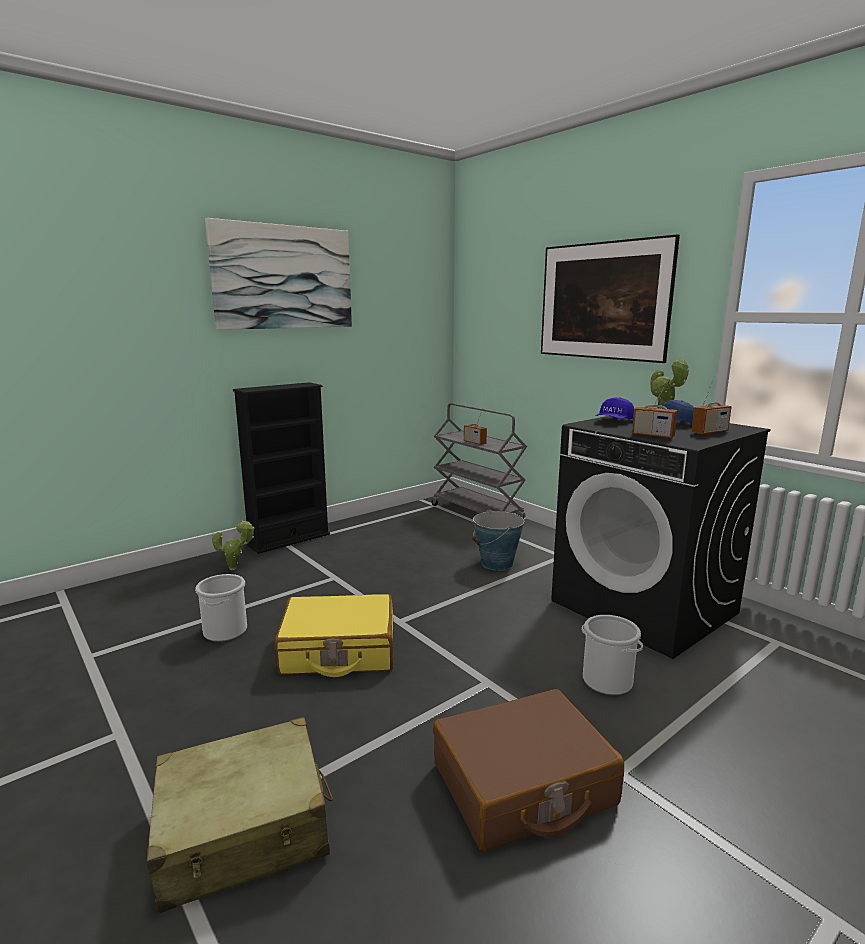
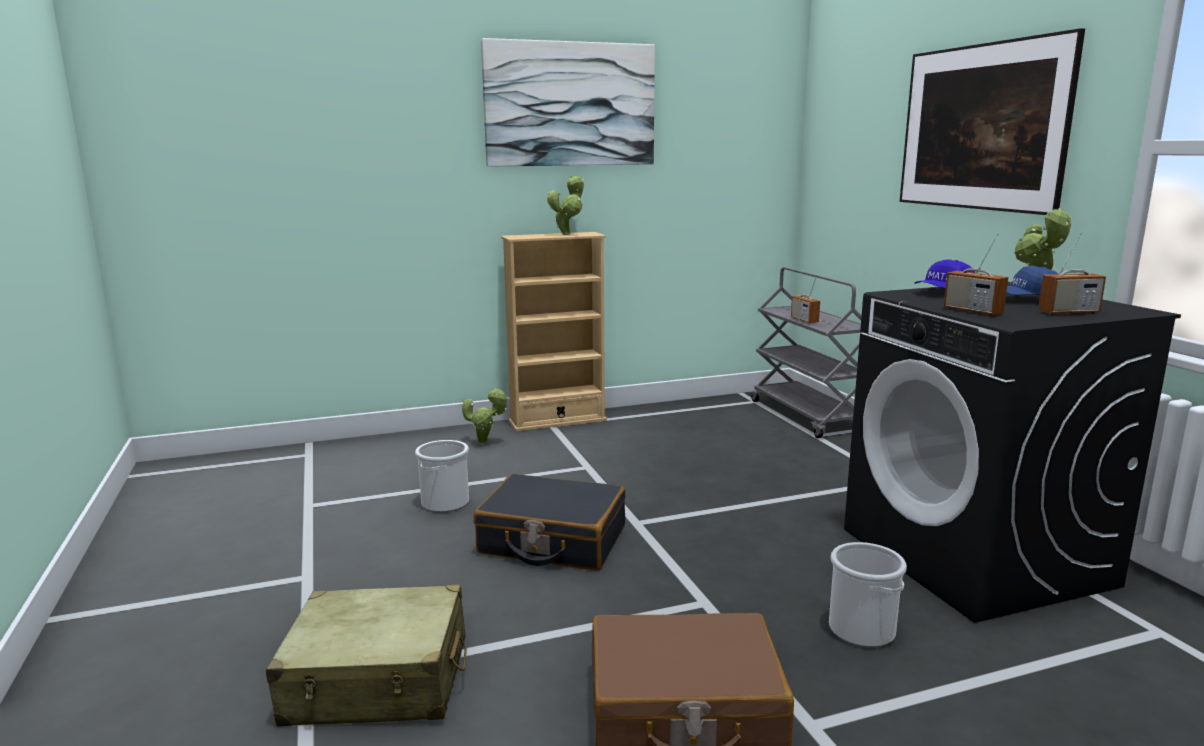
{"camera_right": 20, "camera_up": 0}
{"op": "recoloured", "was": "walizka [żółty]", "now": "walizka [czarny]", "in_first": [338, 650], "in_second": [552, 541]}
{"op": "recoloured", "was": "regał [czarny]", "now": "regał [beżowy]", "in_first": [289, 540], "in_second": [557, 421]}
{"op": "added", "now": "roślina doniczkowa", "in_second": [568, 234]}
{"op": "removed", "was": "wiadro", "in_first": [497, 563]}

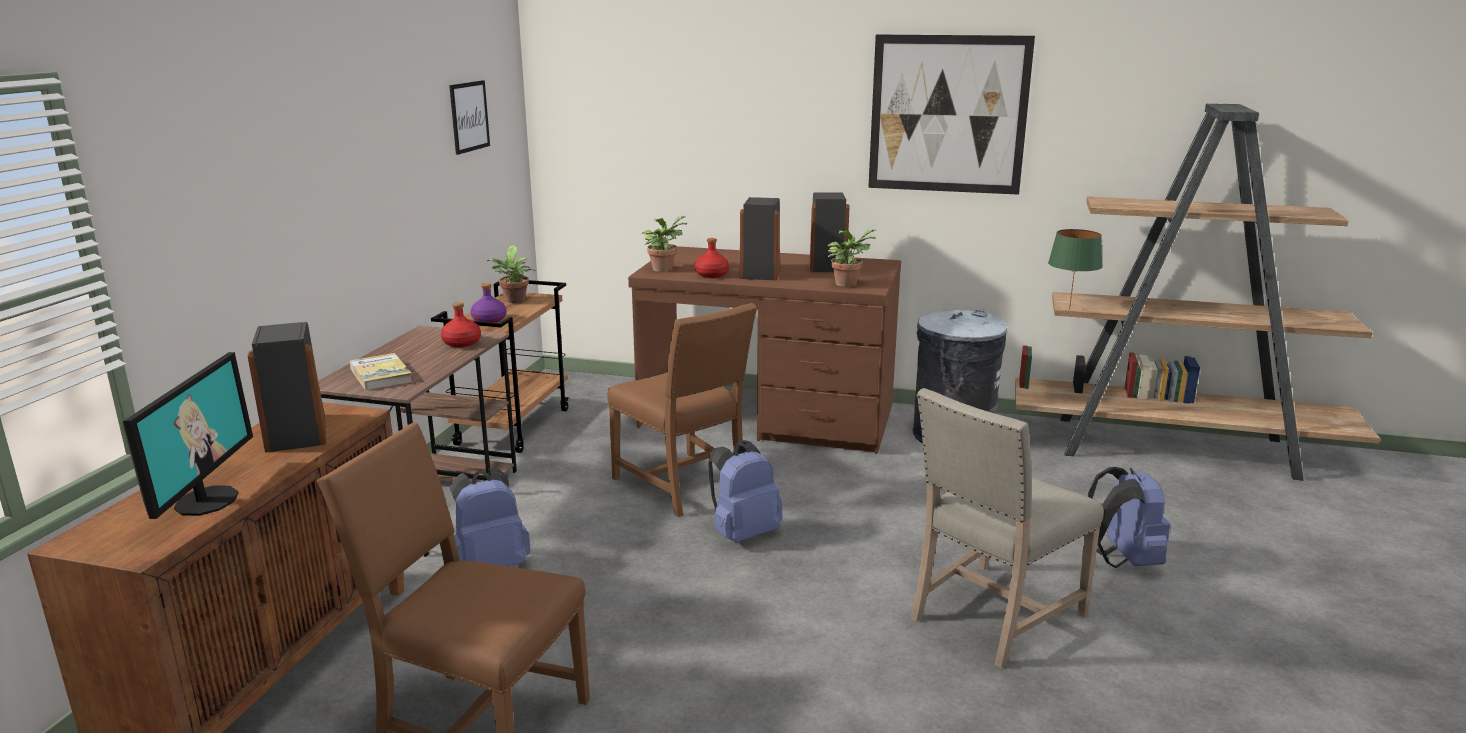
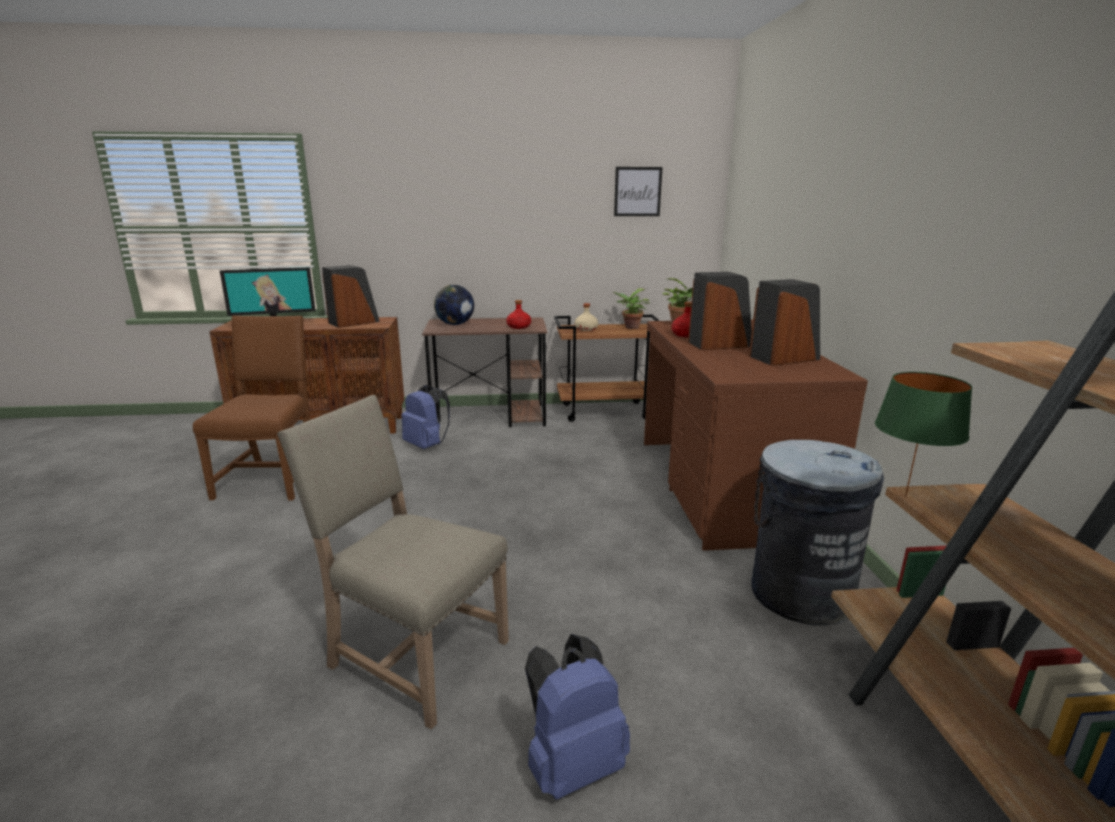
{"camera_right": 70, "camera_up": 0}
{"op": "replaced", "was": "książka", "now": "globus", "in_first": [381, 375], "in_second": [455, 324]}
{"op": "recoloured", "was": "butelka [fioletowy]", "now": "butelka [beżowy]", "in_first": [489, 320], "in_second": [586, 329]}
{"op": "removed", "was": "krzesło [brązowy]", "in_first": [684, 485]}
{"op": "removed", "was": "plecak [niebieski]", "in_first": [743, 534]}
{"op": "removed", "was": "roślina doniczkowa", "in_first": [847, 283]}
{"op": "removed", "was": "obraz", "in_first": [948, 114]}

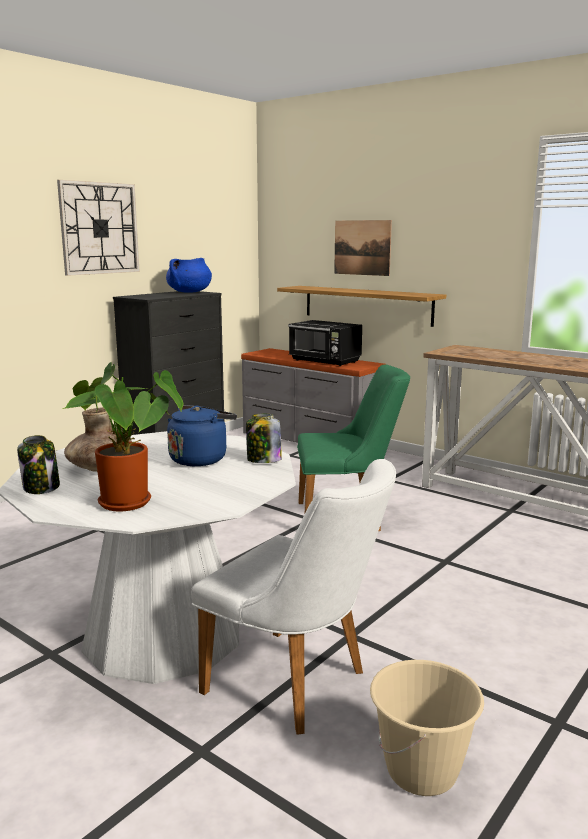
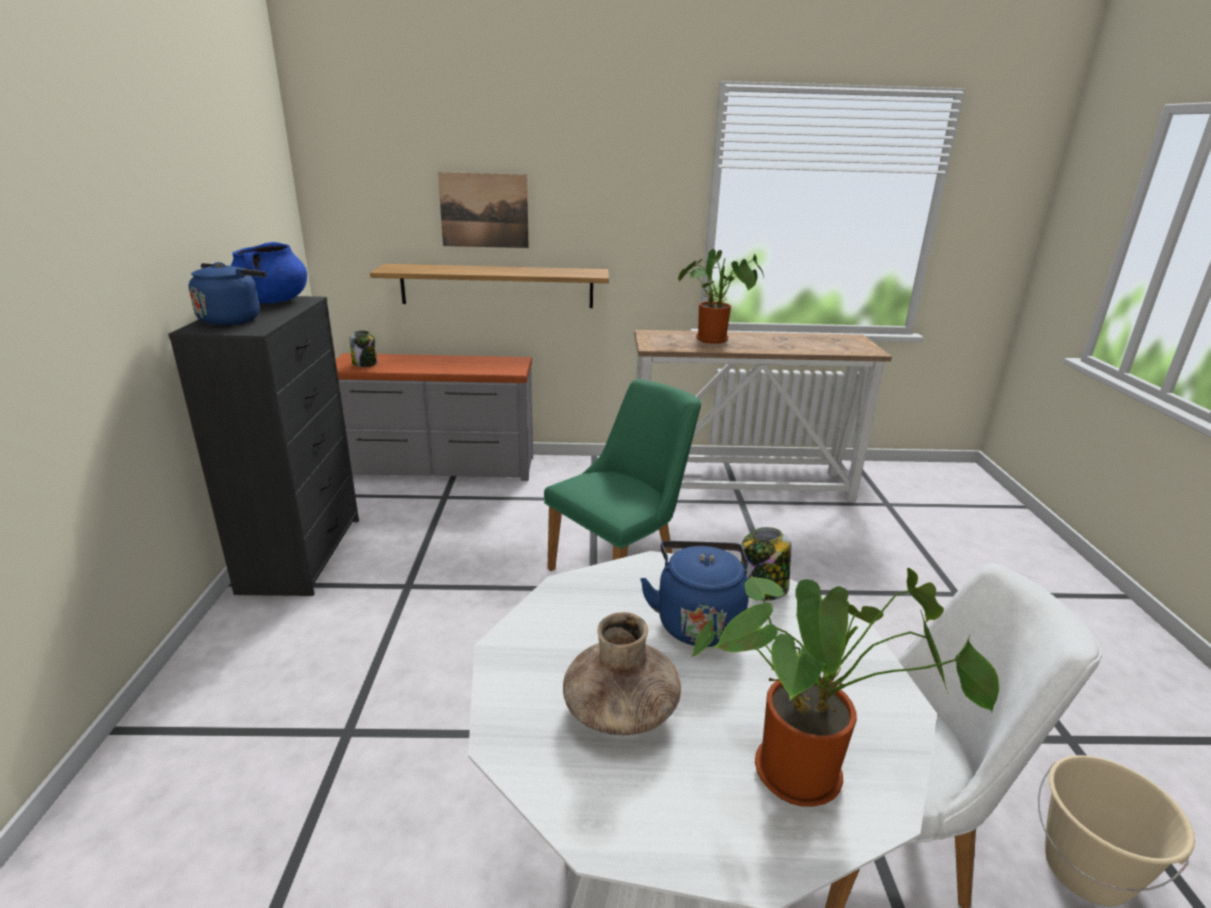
{"camera_right": -40, "camera_up": 10}
{"op": "added", "now": "czajnik [niebieski]", "in_second": [233, 320]}
{"op": "moved", "was": "słoik", "in_first": [41, 488], "in_second": [365, 363]}
{"op": "added", "now": "roślina doniczkowa", "in_second": [715, 340]}
{"op": "removed", "was": "zegar ścienny", "in_first": [99, 228]}
{"op": "removed", "was": "mikrofalówka [czarny]", "in_first": [325, 361]}

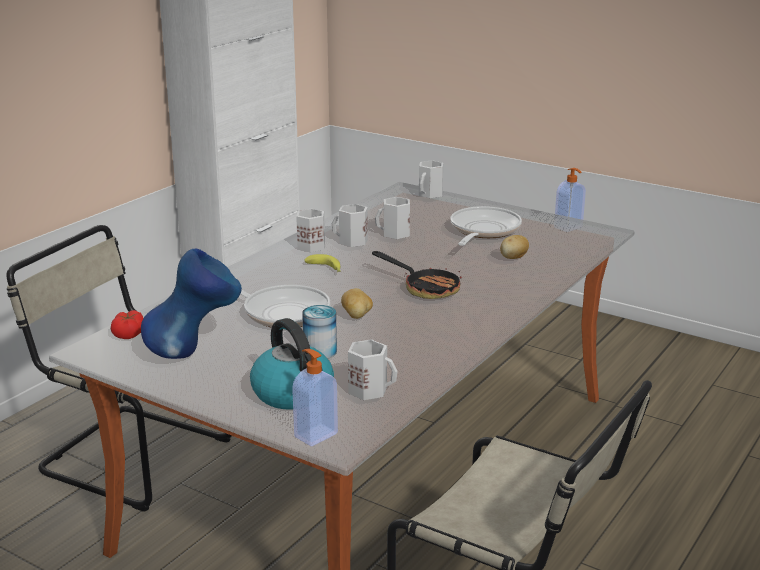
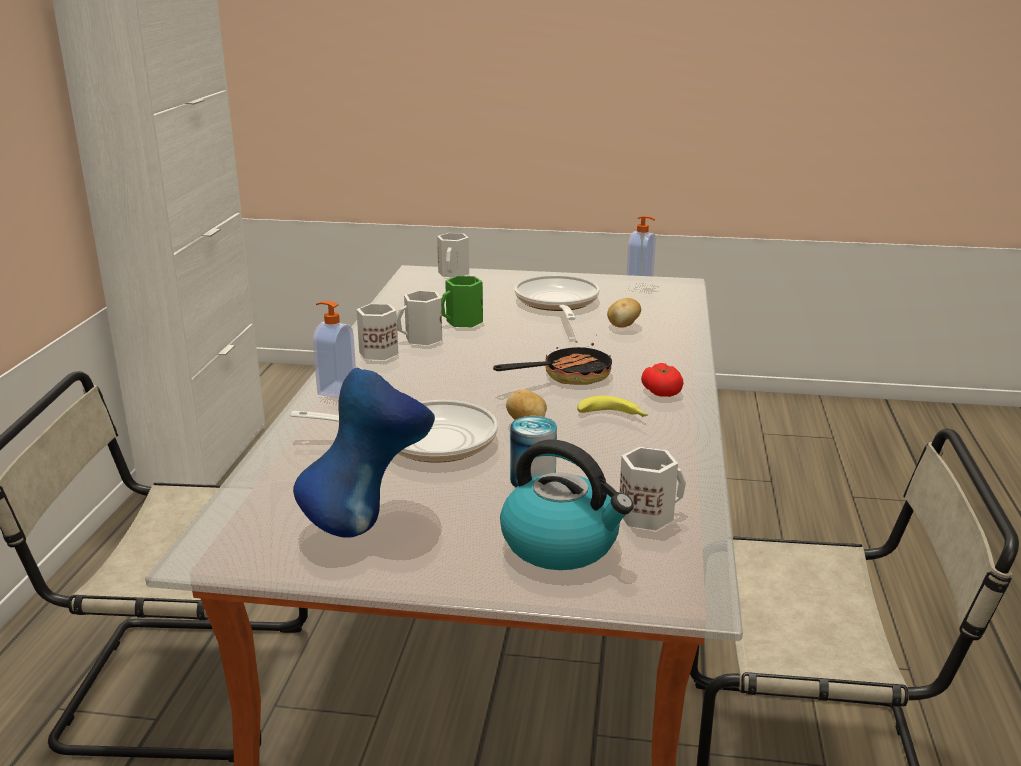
{"camera_right": -25, "camera_up": 0}
{"op": "moved", "was": "dozownik mydła", "in_first": [315, 434], "in_second": [336, 390]}
{"op": "recoloured", "was": "kubek [biały]", "now": "kubek [zielony]", "in_first": [395, 234], "in_second": [463, 322]}
{"op": "turned", "was": "patelnia", "in_first": [425, 288], "in_second": [567, 376], "clockwise": -45}
{"op": "moved", "was": "banan", "in_first": [326, 269], "in_second": [614, 416]}
{"op": "moved", "was": "pomidor", "in_first": [129, 334], "in_second": [662, 391]}

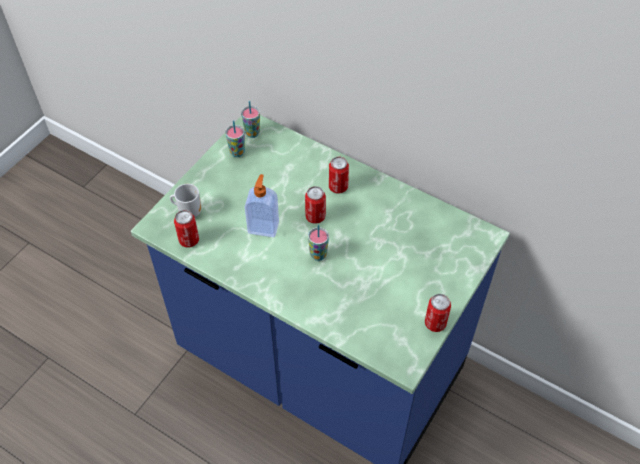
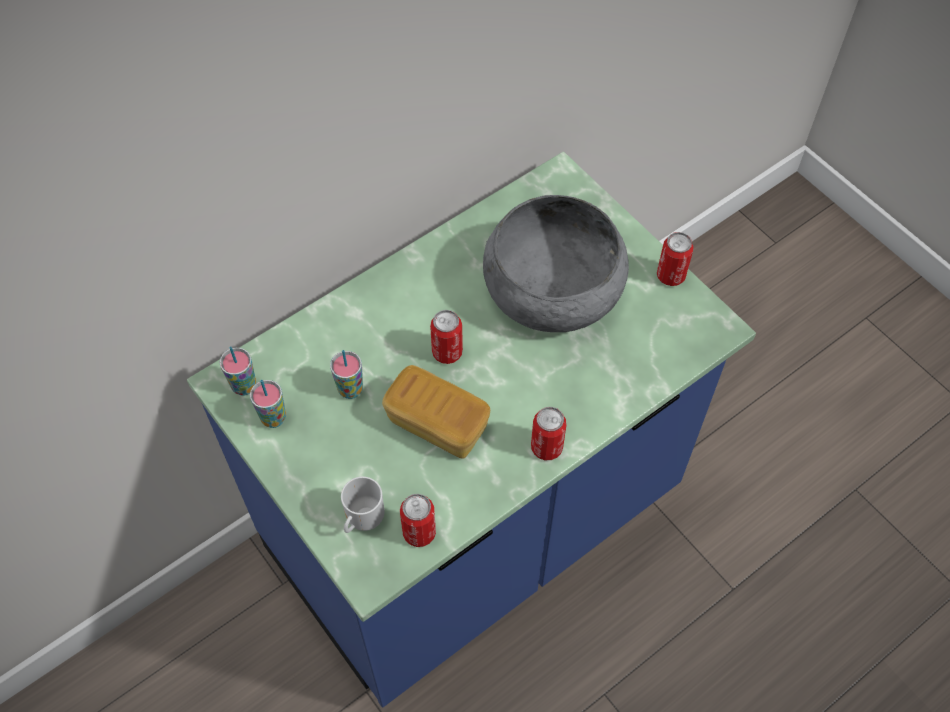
{"camera_right": -70, "camera_up": 5}
{"op": "moved", "was": "filiżanka", "in_first": [318, 255], "in_second": [350, 389]}
{"op": "replaced", "was": "dozownik mydła", "now": "chleb", "in_first": [263, 227], "in_second": [437, 423]}
{"op": "added", "now": "miska [szary]", "in_second": [553, 286]}
{"op": "moved", "was": "puszka", "in_first": [338, 187], "in_second": [546, 447]}

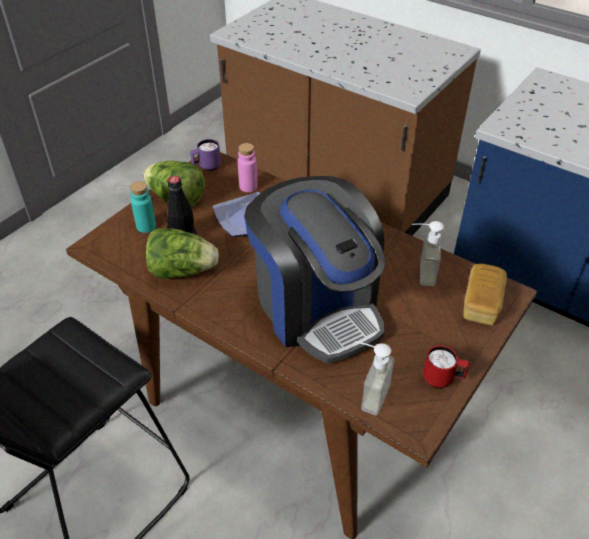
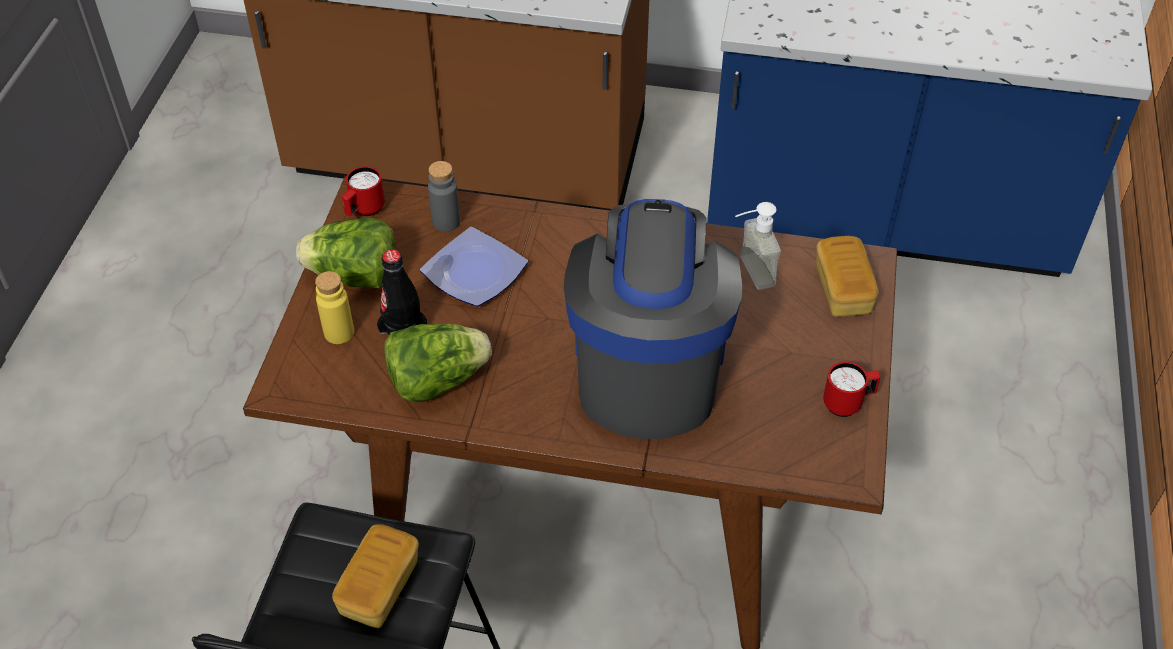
{"camera_right": -25, "camera_up": 5}
{"op": "recoloured", "was": "butelka [turkusowy]", "now": "butelka [żółty]", "in_first": [146, 226], "in_second": [339, 332]}
{"op": "added", "now": "chleb", "in_second": [379, 588]}
{"op": "recoloured", "was": "kubek [fioletowy]", "now": "kubek [czerwony]", "in_first": [206, 167], "in_second": [364, 210]}
{"op": "recoloured", "was": "butelka [różowy]", "now": "butelka [szary]", "in_first": [248, 186], "in_second": [446, 222]}
{"op": "turned", "was": "ekspres do kawy", "in_first": [317, 307], "in_second": [648, 366], "clockwise": -120}
{"op": "removed", "was": "dozownik mydła", "in_first": [367, 394]}

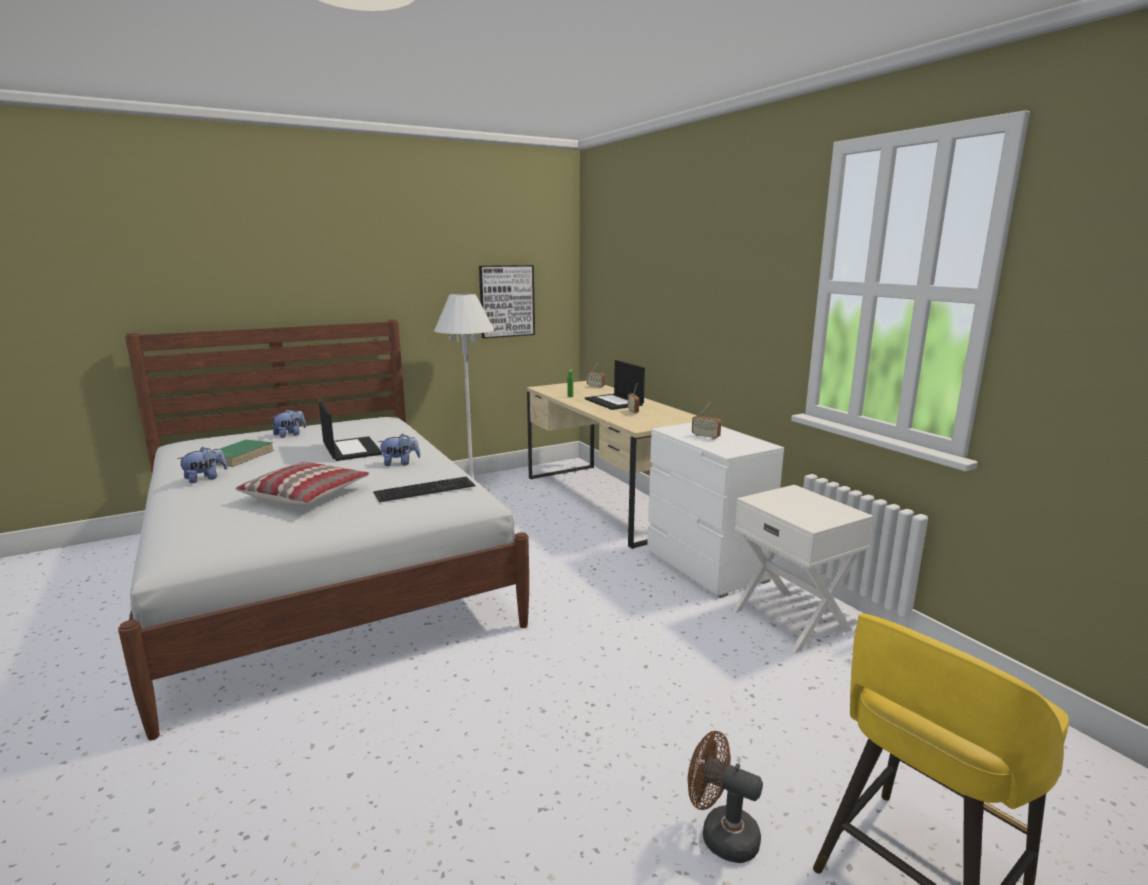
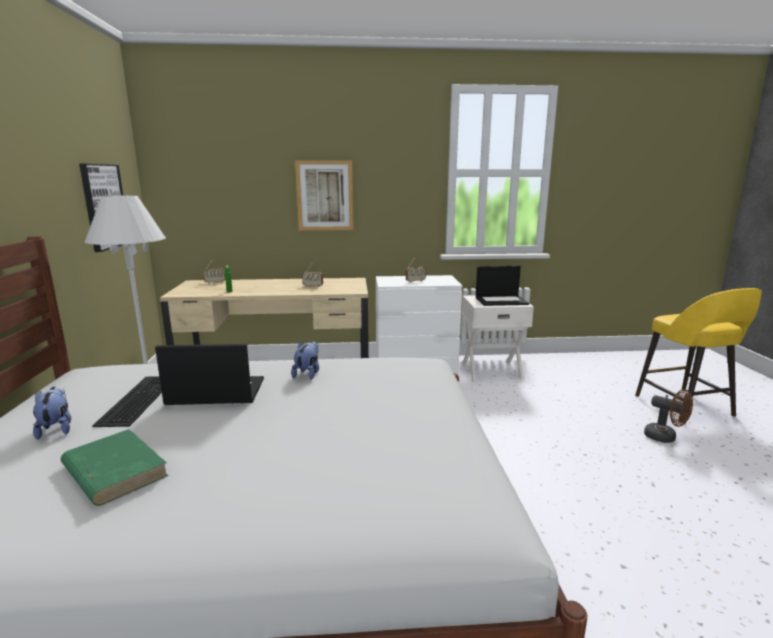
{"camera_right": -65, "camera_up": 0}
{"op": "moved", "was": "klawiatura", "in_first": [425, 488], "in_second": [137, 399]}
{"op": "added", "now": "obraz", "in_second": [325, 196]}
{"op": "moved", "was": "laptop", "in_first": [614, 402], "in_second": [501, 301]}
{"op": "turned", "was": "wentylator [brązowy]", "in_first": [720, 834], "in_second": [665, 437], "clockwise": -105}
{"op": "removed", "was": "pluszak", "in_first": [205, 478]}
{"op": "removed", "was": "poduszka", "in_first": [306, 495]}

